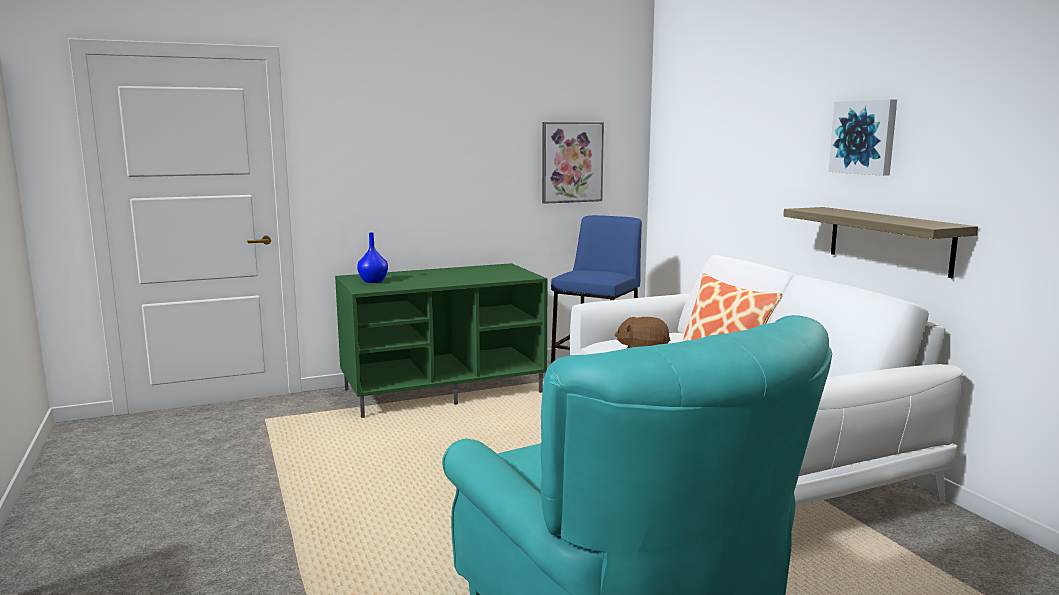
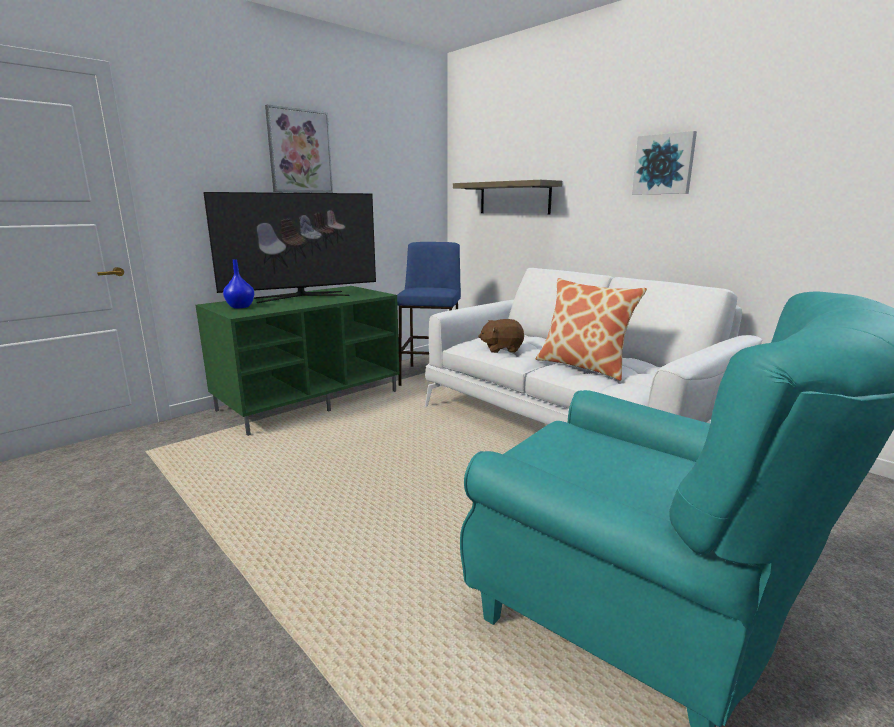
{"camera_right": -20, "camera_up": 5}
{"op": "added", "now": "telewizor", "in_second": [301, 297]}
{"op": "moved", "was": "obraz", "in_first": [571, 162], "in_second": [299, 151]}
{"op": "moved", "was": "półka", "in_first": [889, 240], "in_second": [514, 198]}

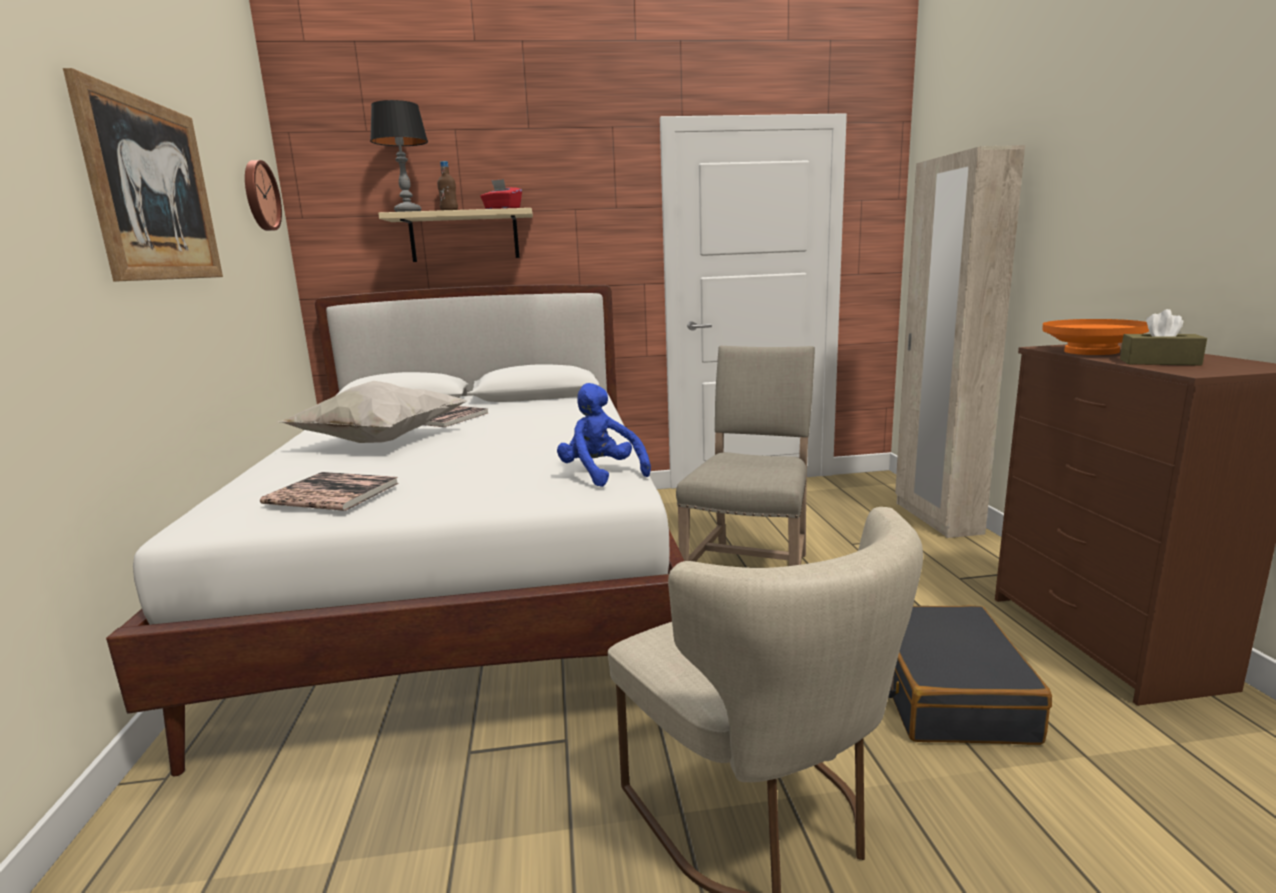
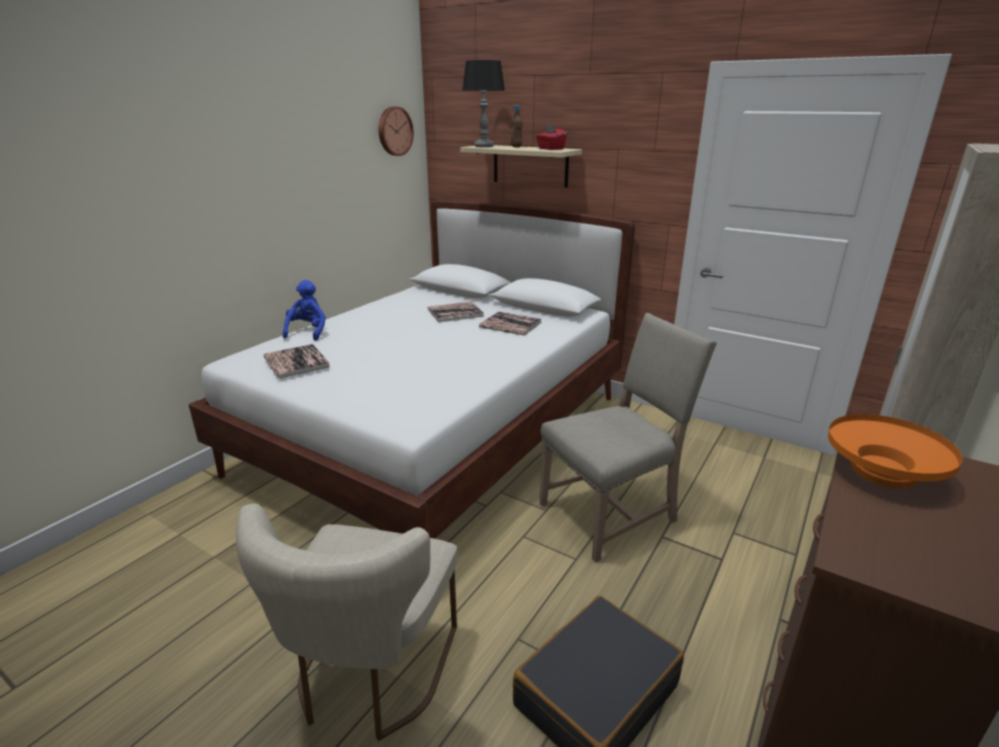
{"camera_right": 40, "camera_up": 10}
{"op": "moved", "was": "pluszak [niebieski]", "in_first": [601, 474], "in_second": [308, 332]}
{"op": "added", "now": "książka", "in_second": [510, 324]}
{"op": "removed", "was": "obraz", "in_first": [153, 191]}
{"op": "removed", "was": "poduszka [biały]", "in_first": [379, 442]}
{"op": "removed", "was": "pudełko chusteczek [brązowy]", "in_first": [1159, 362]}

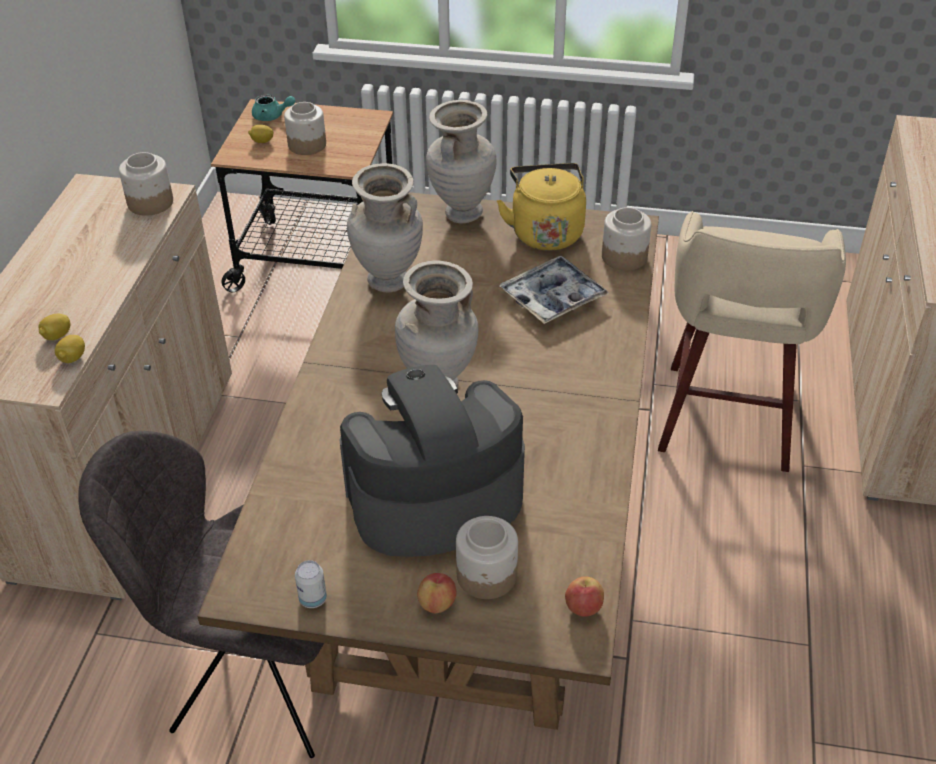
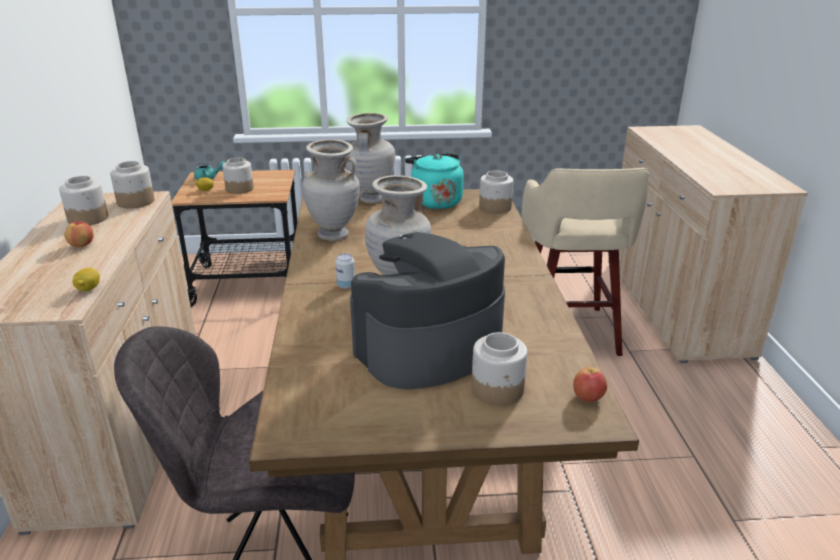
{"camera_right": -15, "camera_up": -15}
{"op": "added", "now": "słoik", "in_second": [88, 218]}
{"op": "moved", "was": "jabłko", "in_first": [437, 603], "in_second": [82, 245]}
{"op": "moved", "was": "puszka", "in_first": [313, 599], "in_second": [346, 285]}
{"op": "recoloured", "was": "czajnik [żółty]", "now": "czajnik [turkusowy]", "in_first": [545, 231], "in_second": [434, 201]}
{"op": "removed", "was": "cytryna", "in_first": [57, 336]}
{"op": "removed", "was": "taca", "in_first": [553, 298]}

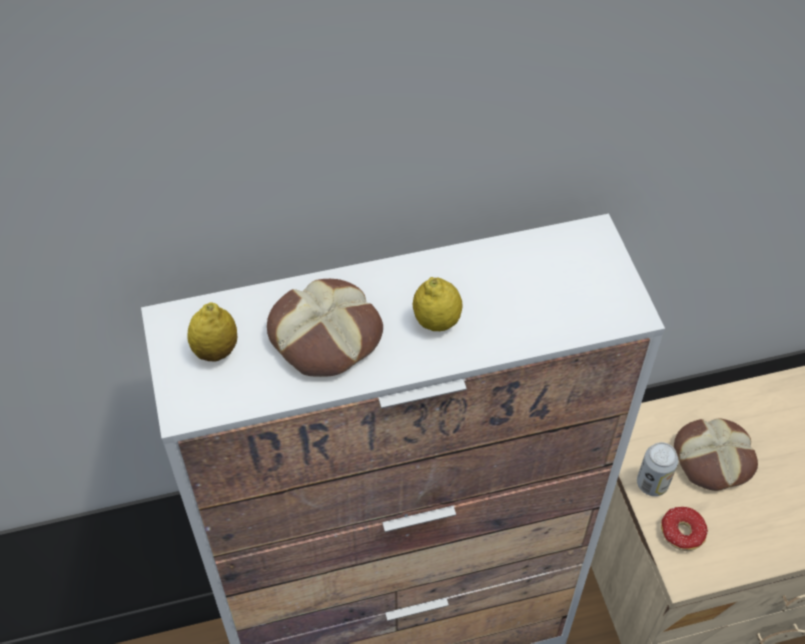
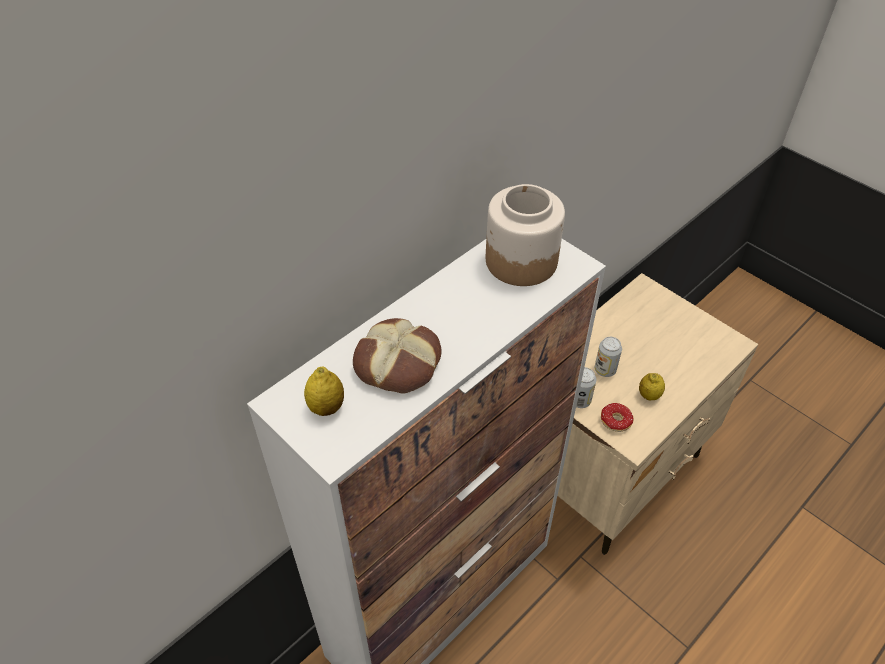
{"camera_right": -30, "camera_up": -5}
{"op": "added", "now": "słoik", "in_second": [521, 260]}
{"op": "replaced", "was": "chleb", "now": "puszka", "in_first": [713, 460], "in_second": [605, 370]}
{"op": "moved", "was": "cytryna", "in_first": [437, 321], "in_second": [649, 395]}

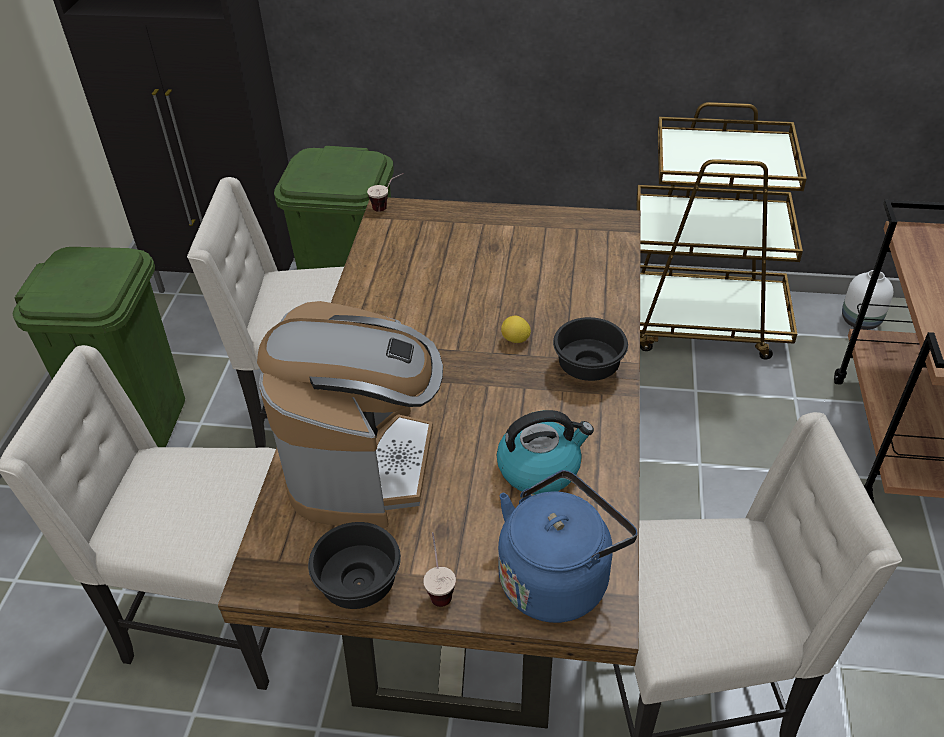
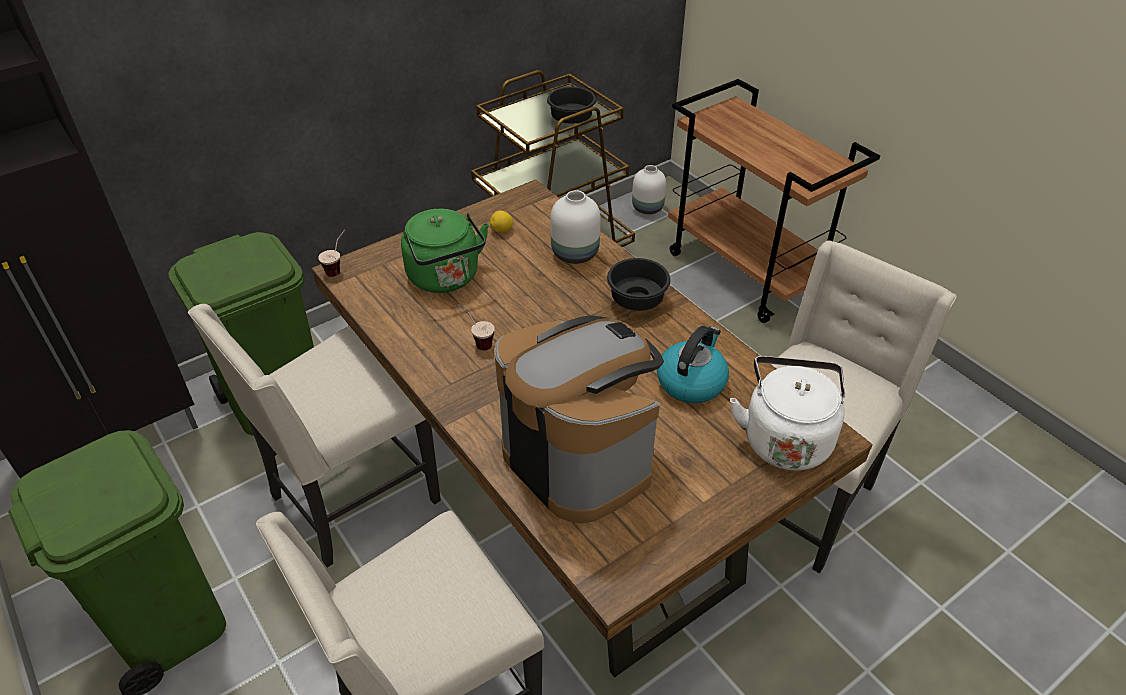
{"camera_right": -45, "camera_up": 0}
{"op": "added", "now": "czajnik [zielony]", "in_second": [446, 278]}
{"op": "moved", "was": "filiżanka", "in_first": [439, 586], "in_second": [477, 341]}
{"op": "moved", "was": "cytryna", "in_first": [515, 340], "in_second": [502, 230]}
{"op": "moved", "was": "miska [czarny]", "in_first": [358, 586], "in_second": [572, 120]}
{"op": "added", "now": "wazon [biały]", "in_second": [575, 253]}
{"op": "recoloured", "was": "czajnik [niebieski]", "now": "czajnik [biały]", "in_first": [558, 577], "in_second": [785, 438]}

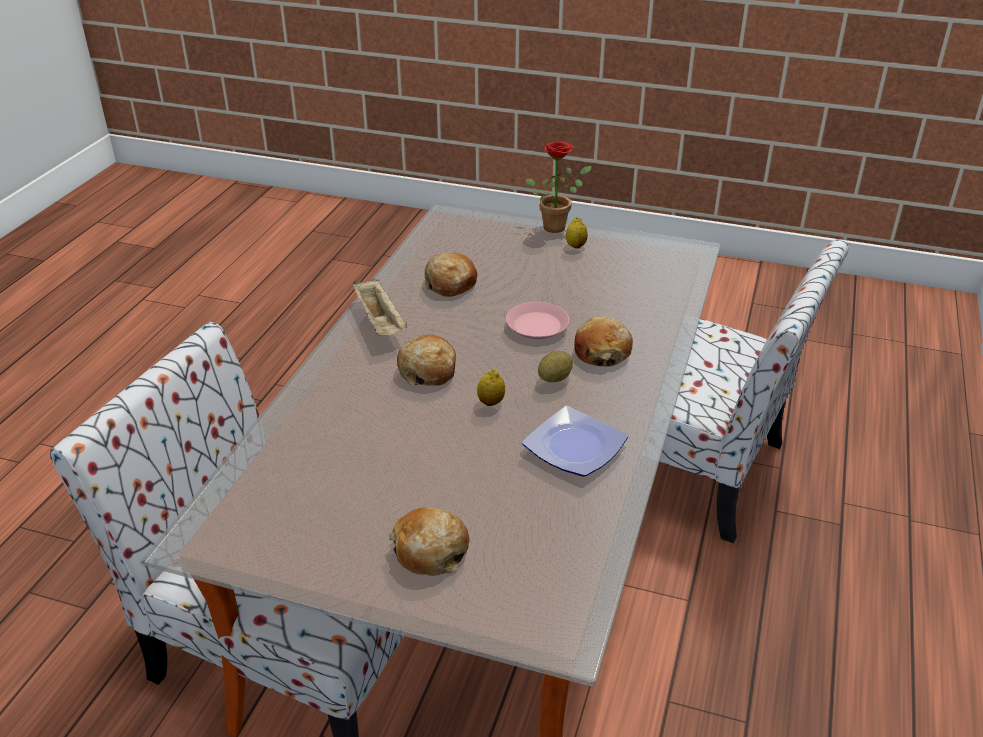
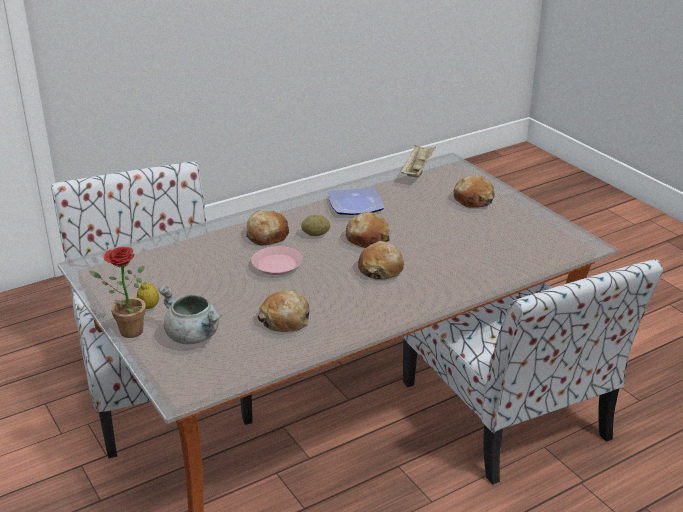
{"camera_right": -140, "camera_up": -5}
{"op": "added", "now": "garnek [szary]", "in_second": [194, 336]}
{"op": "replaced", "was": "cytryna", "now": "chleb", "in_first": [491, 402], "in_second": [368, 238]}
{"op": "moved", "was": "taca [beżowy]", "in_first": [380, 322], "in_second": [417, 170]}

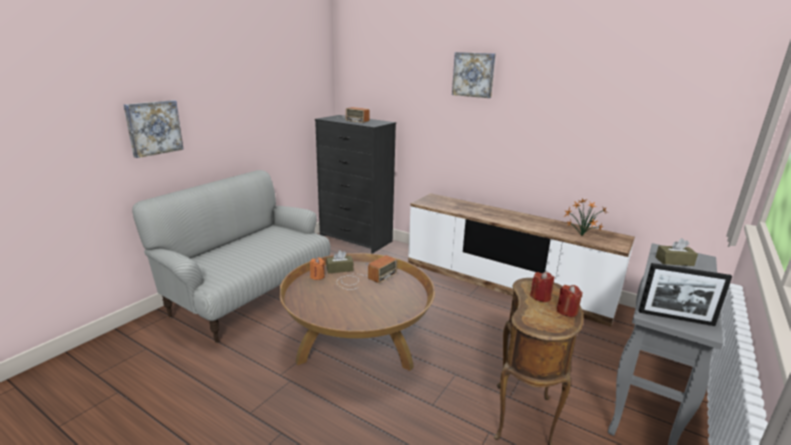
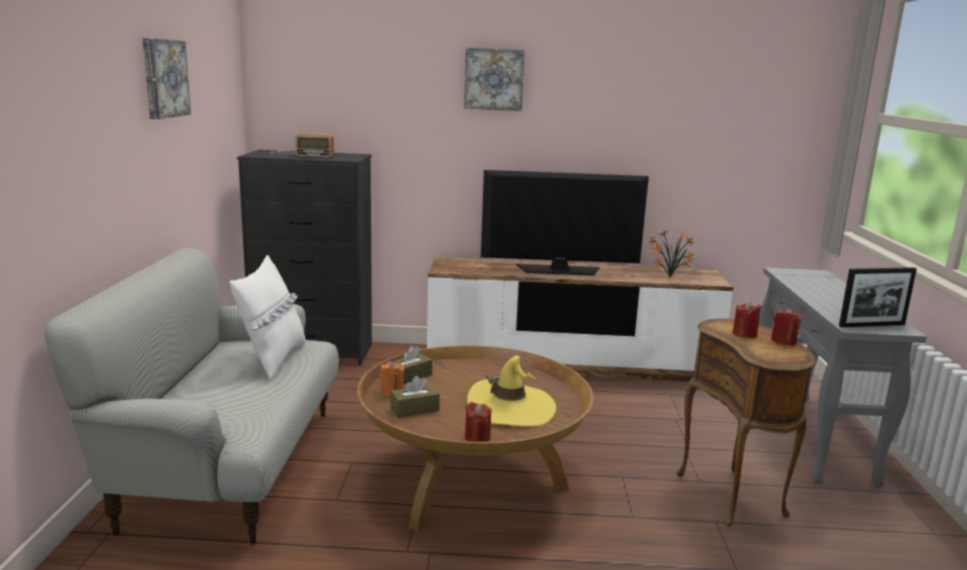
{"camera_right": -30, "camera_up": -5}
{"op": "moved", "was": "obraz", "in_first": [153, 128], "in_second": [163, 78]}
{"op": "added", "now": "poduszka [biały]", "in_second": [273, 359]}
{"op": "moved", "was": "pudełko chusteczek [brązowy]", "in_first": [674, 261], "in_second": [415, 409]}
{"op": "added", "now": "świeca [czerwony]", "in_second": [477, 437]}
{"op": "added", "now": "kapelusz [żółty]", "in_second": [511, 408]}
{"op": "added", "now": "telewizor", "in_second": [559, 270]}
{"op": "removed", "was": "radio", "in_first": [364, 279]}

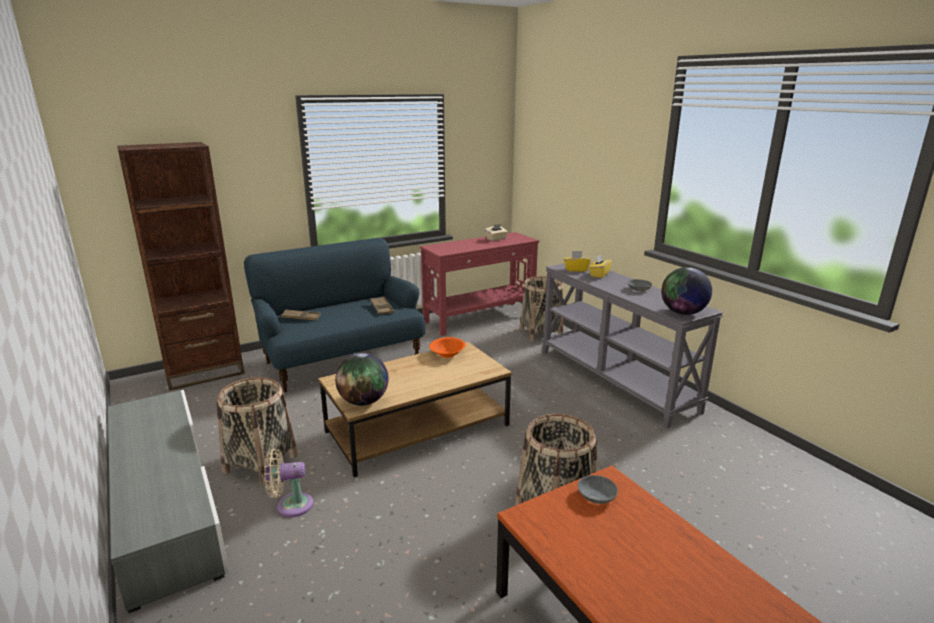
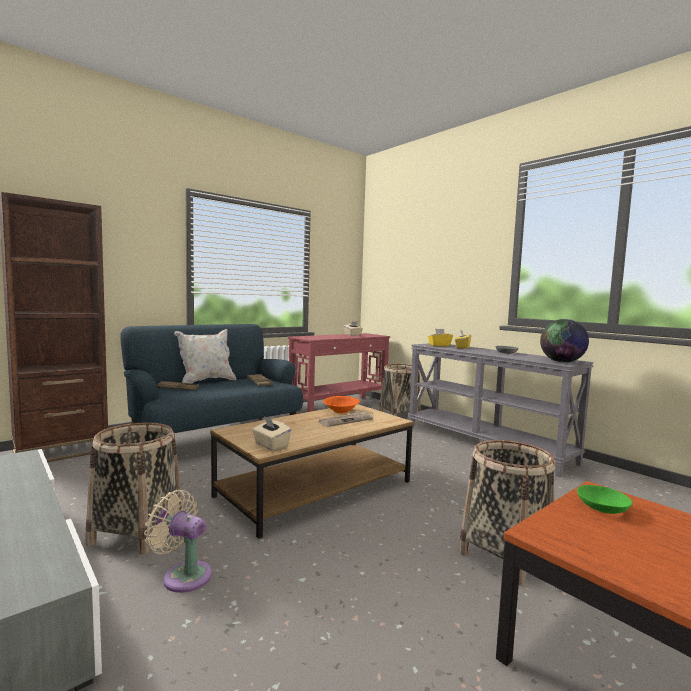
{"camera_right": -10, "camera_up": -15}
{"op": "turned", "was": "wentylator [beżowy]", "in_first": [290, 505], "in_second": [183, 575], "clockwise": 45}
{"op": "added", "now": "poduszka [biały]", "in_second": [206, 381]}
{"op": "replaced", "was": "globus", "now": "pudełko chusteczek [beżowy]", "in_first": [363, 402], "in_second": [270, 445]}
{"op": "added", "now": "gazeta", "in_second": [346, 421]}
{"op": "recoloured", "was": "miska [szary]", "now": "miska [zielony]", "in_first": [595, 496], "in_second": [601, 508]}

